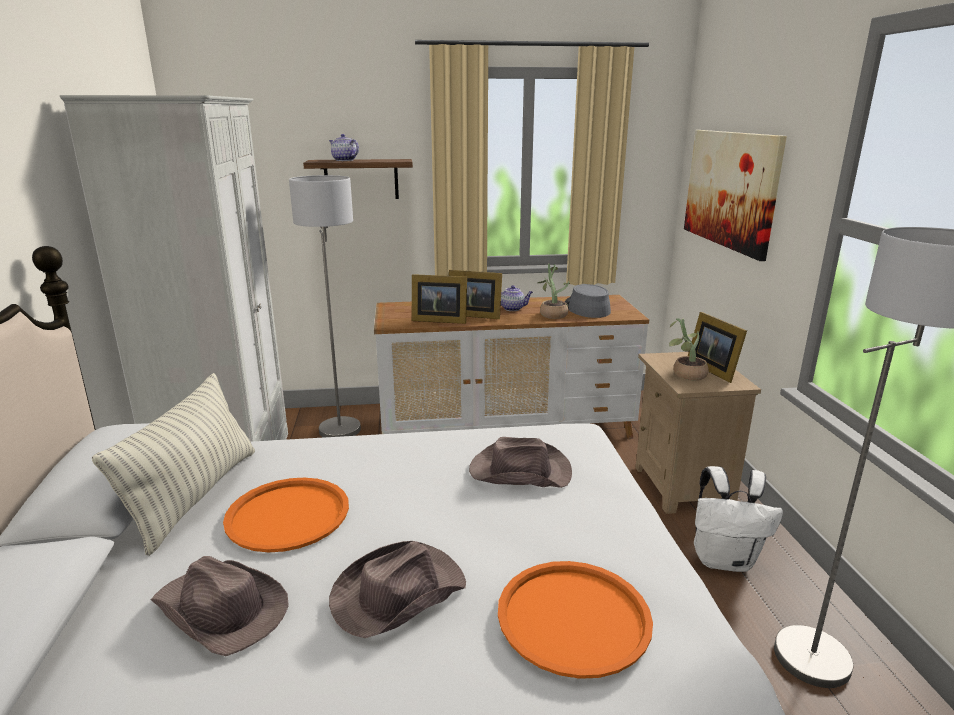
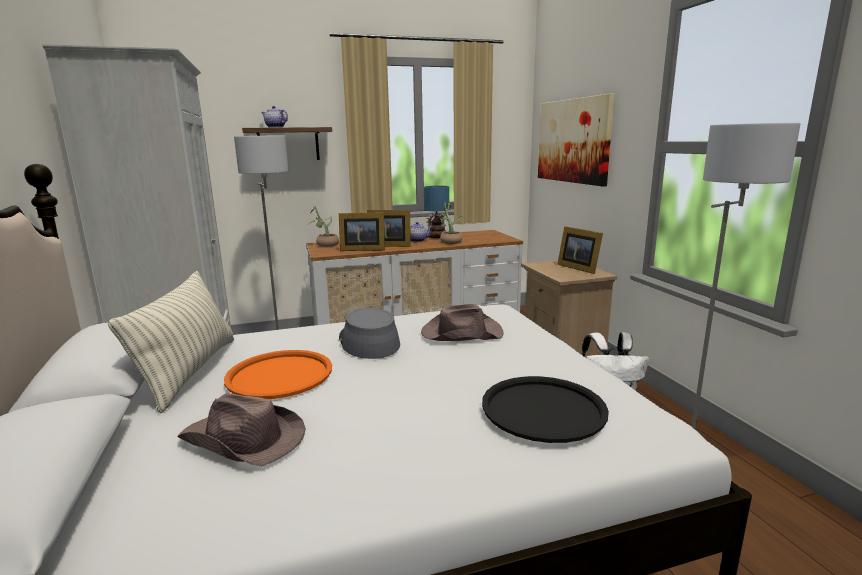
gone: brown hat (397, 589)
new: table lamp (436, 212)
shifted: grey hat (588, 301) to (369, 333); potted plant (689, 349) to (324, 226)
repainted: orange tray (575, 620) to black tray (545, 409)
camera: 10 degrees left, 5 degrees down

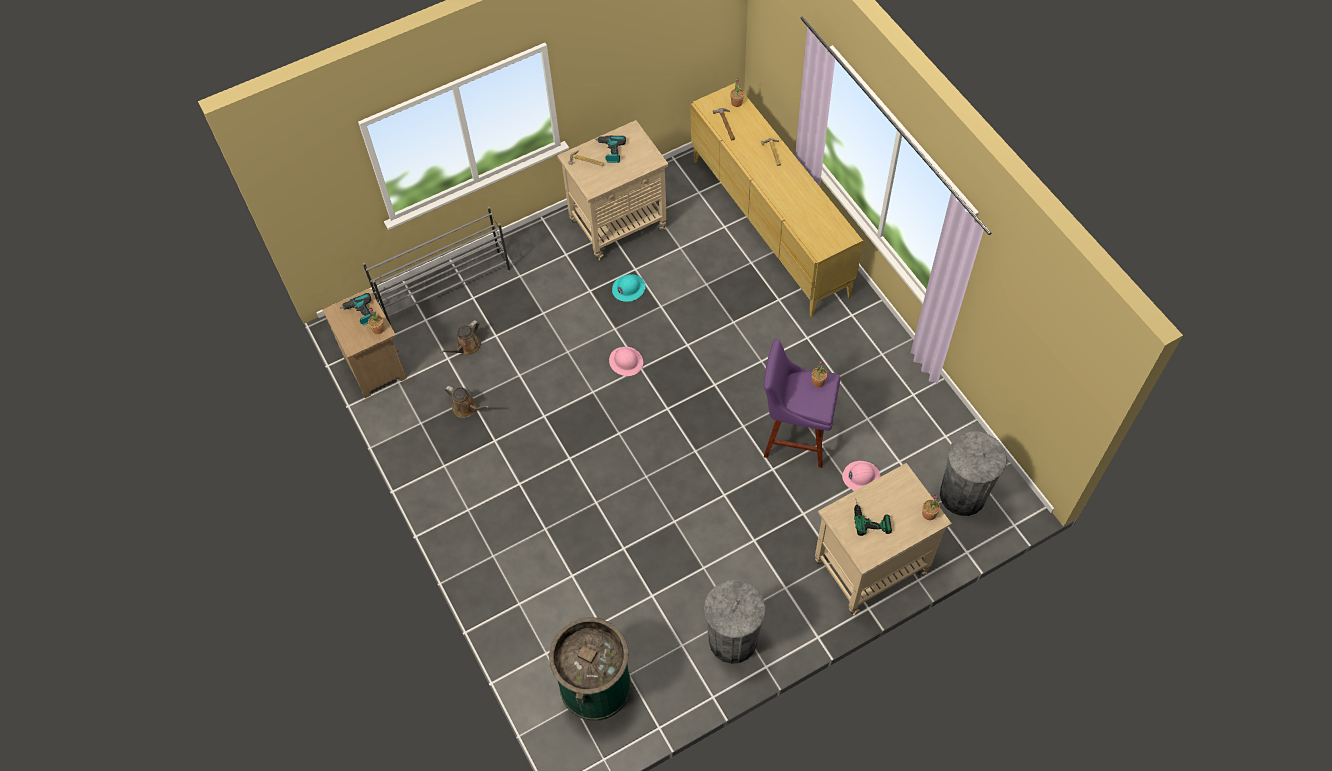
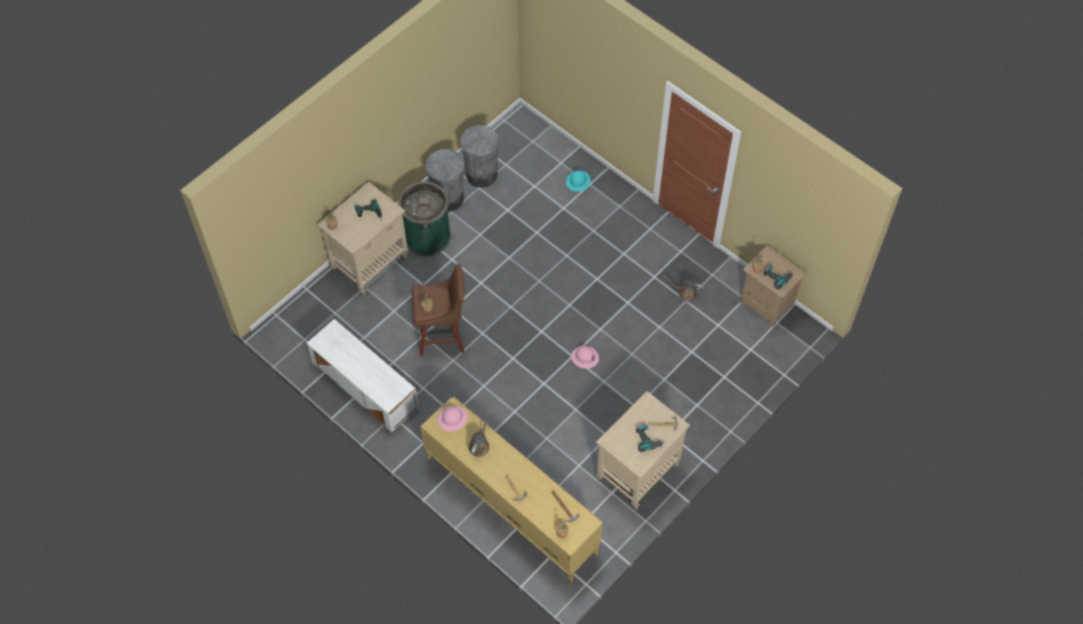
gone: grey shoe rack (437, 266)
new: white bench (363, 375)
shifted: brown watering can (460, 337) to (479, 433); green trash can (590, 669) to (424, 219); turquoise hard hat (629, 288) to (578, 181); pink hard hat (861, 476) to (453, 418); grey trash can (973, 474) to (479, 156)
repainted: purple stool (802, 403) to brown stool (438, 310)
camera: 160 degrees right, 0 degrees up

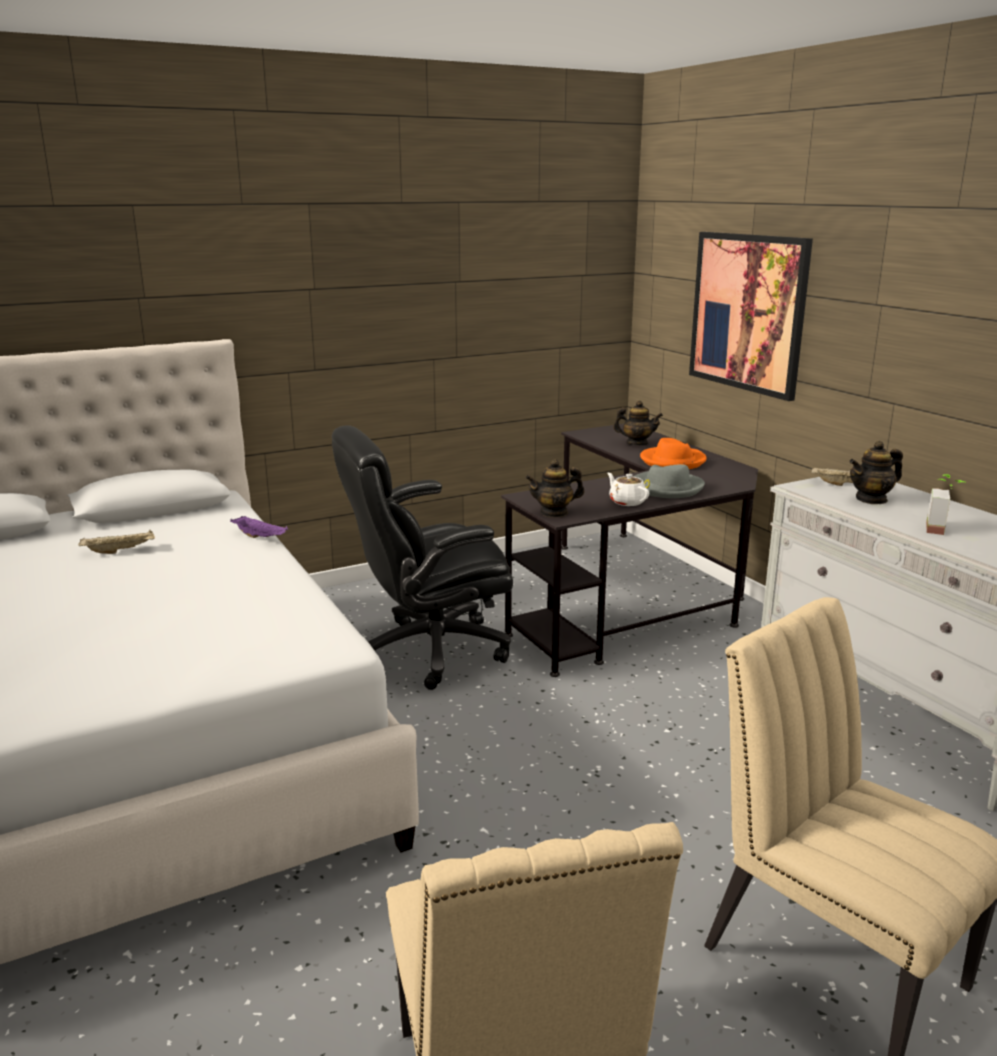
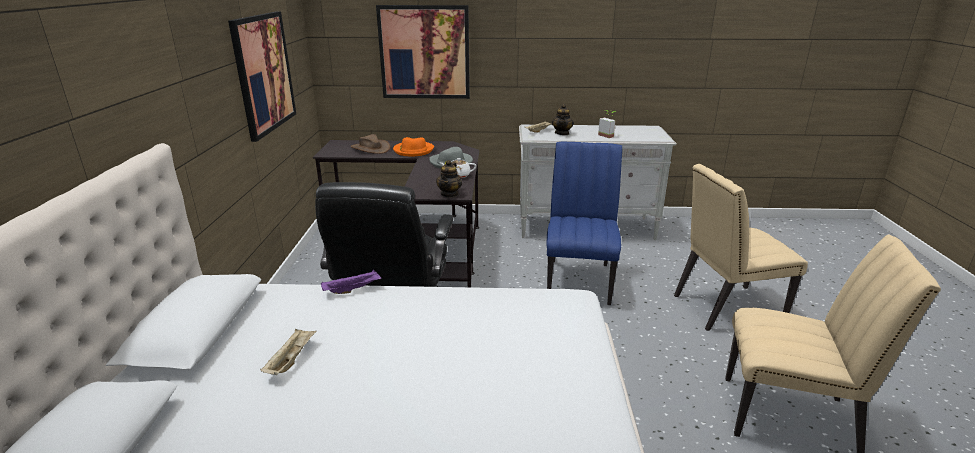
new: picture (262, 76); blue chair (584, 223)
swapped: teapot (638, 423) to brown hat (370, 144)
camera: 60 degrees left, 5 degrees up

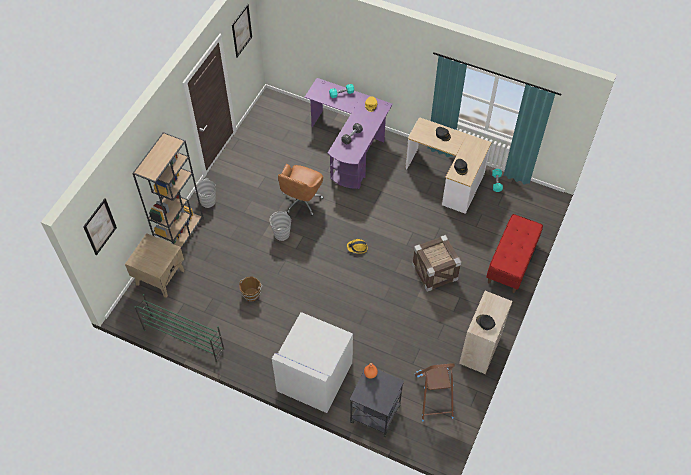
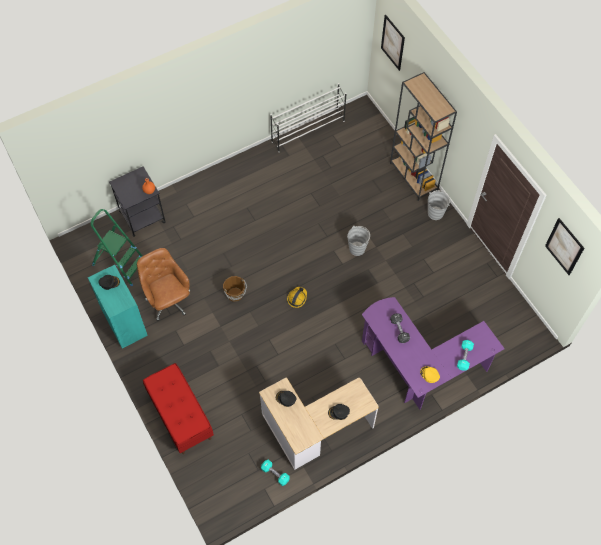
gone: beige nightstand (155, 265); white washing machine (312, 362); crate (437, 263)
shifted: brown bucket (251, 289) to (235, 289); brown office chair (300, 190) to (163, 284)
repainted: green shoe rack (180, 328) to white shoe rack (308, 117); brown step ladder (434, 392) to green step ladder (116, 247); beige cabinet (485, 332) to turquoise cabinet (118, 306)
camera: 125 degrees right, 5 degrees up

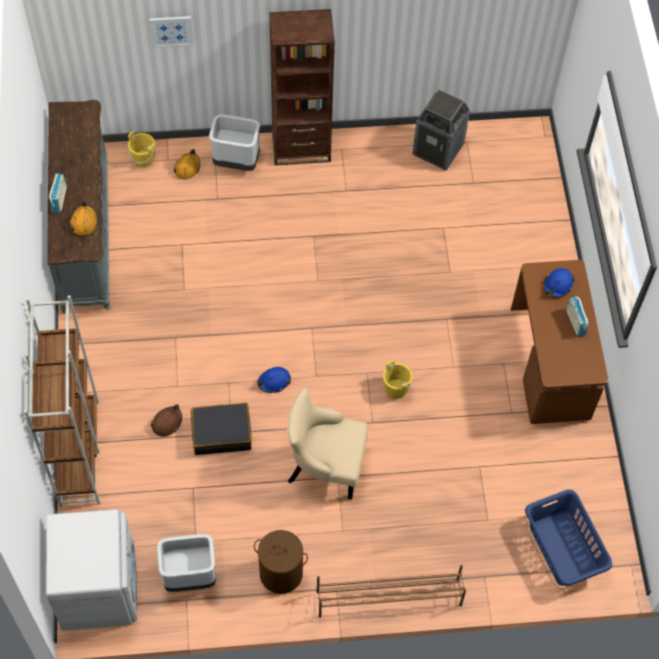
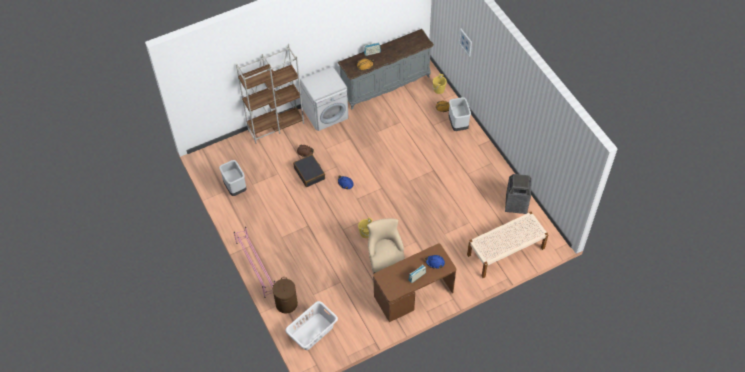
gone: brown bookcase (302, 87)
new: beige bench (508, 244)
shifted: white washing machine (91, 570) to (324, 98); brown laundry basket (281, 562) to (285, 295); beige chair (327, 443) to (386, 249)
repainted: brown shoe rack (391, 591) to pink shoe rack (254, 262); blue laundry basket (568, 537) to white laundry basket (311, 325)
camera: 70 degrees right, 5 degrees down

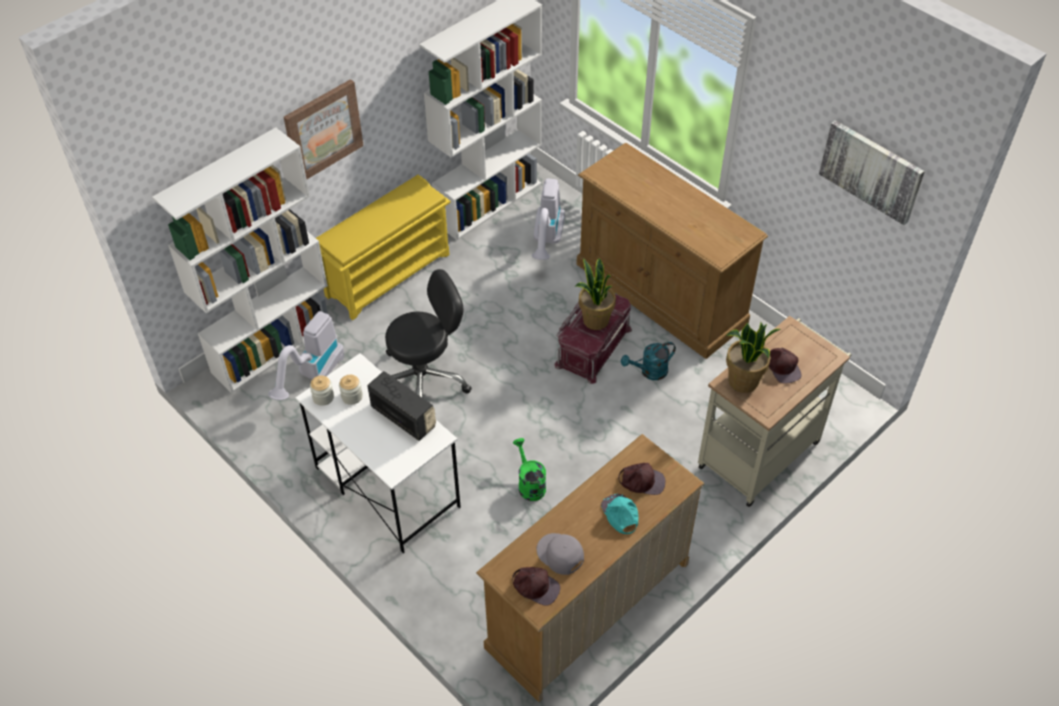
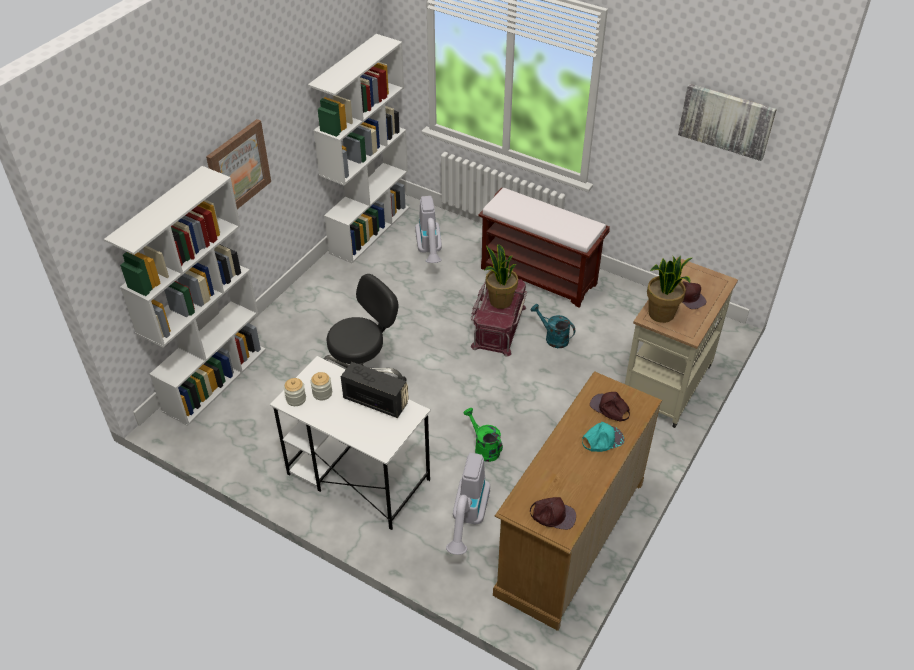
gone: yellow shoe rack (383, 247); grey cap (560, 554)
shifted: vacuum cleaner (306, 355) to (468, 504)
swapped: brown cabinet (672, 251) to brown bench (544, 247)
rotated: turquoise cap (620, 514) = (603, 437) 105 degrees clockwise; brown cap (641, 479) = (610, 406) 135 degrees counterclockwise; turquoise watering can (648, 361) = (553, 326) 75 degrees clockwise
camera: 15 degrees left, 5 degrees down

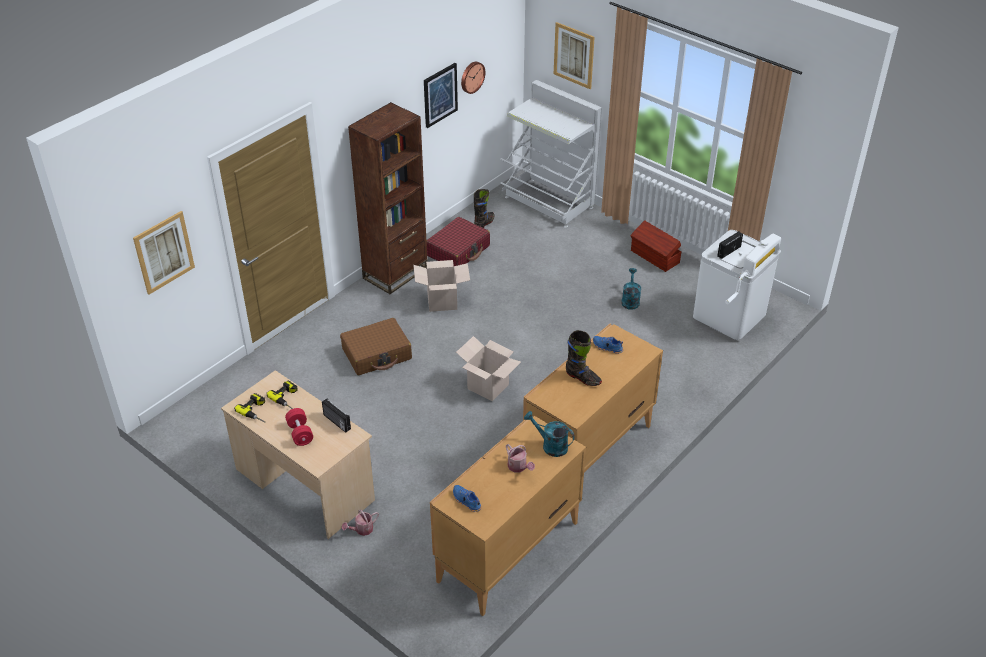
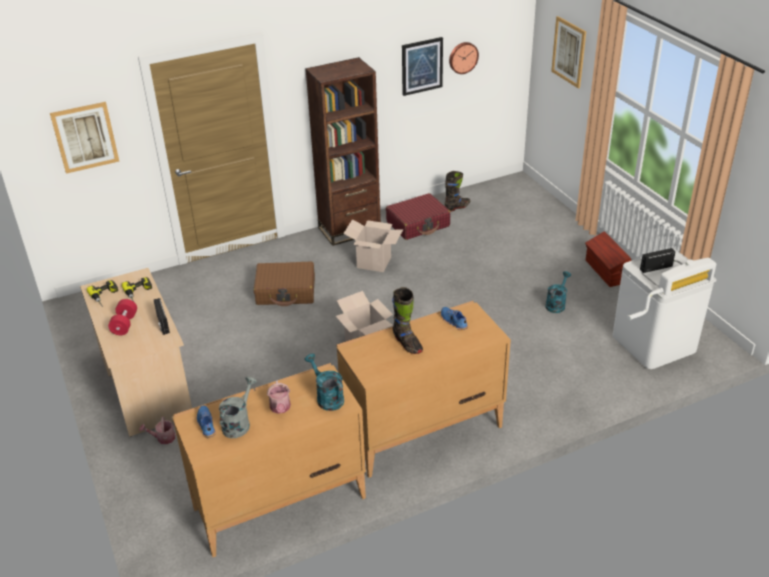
gone: white shoe rack (551, 154)
new: grey watering can (238, 407)
camera: 25 degrees right, 5 degrees down

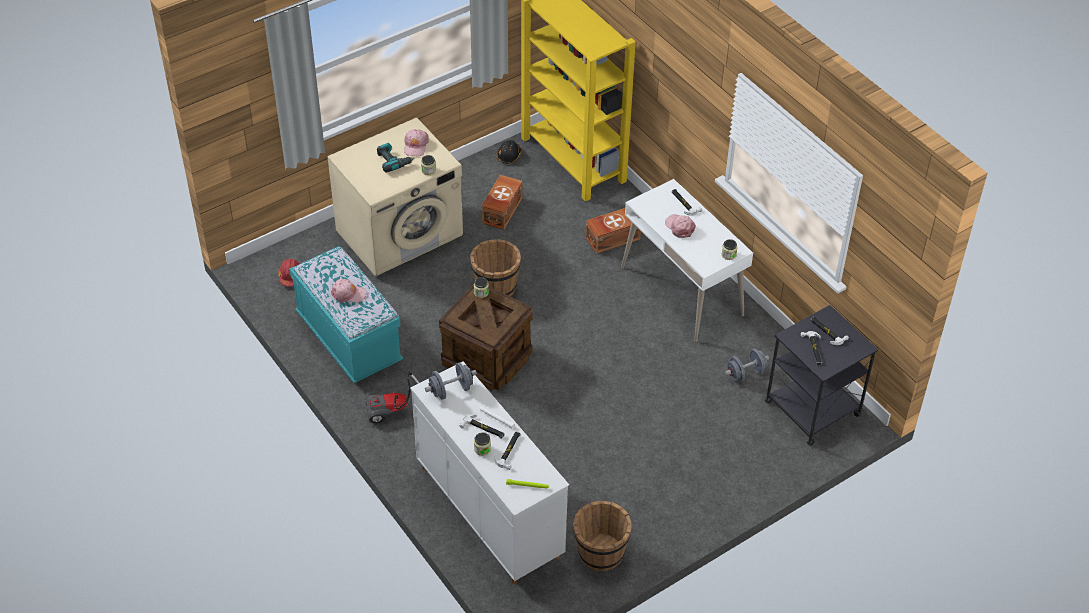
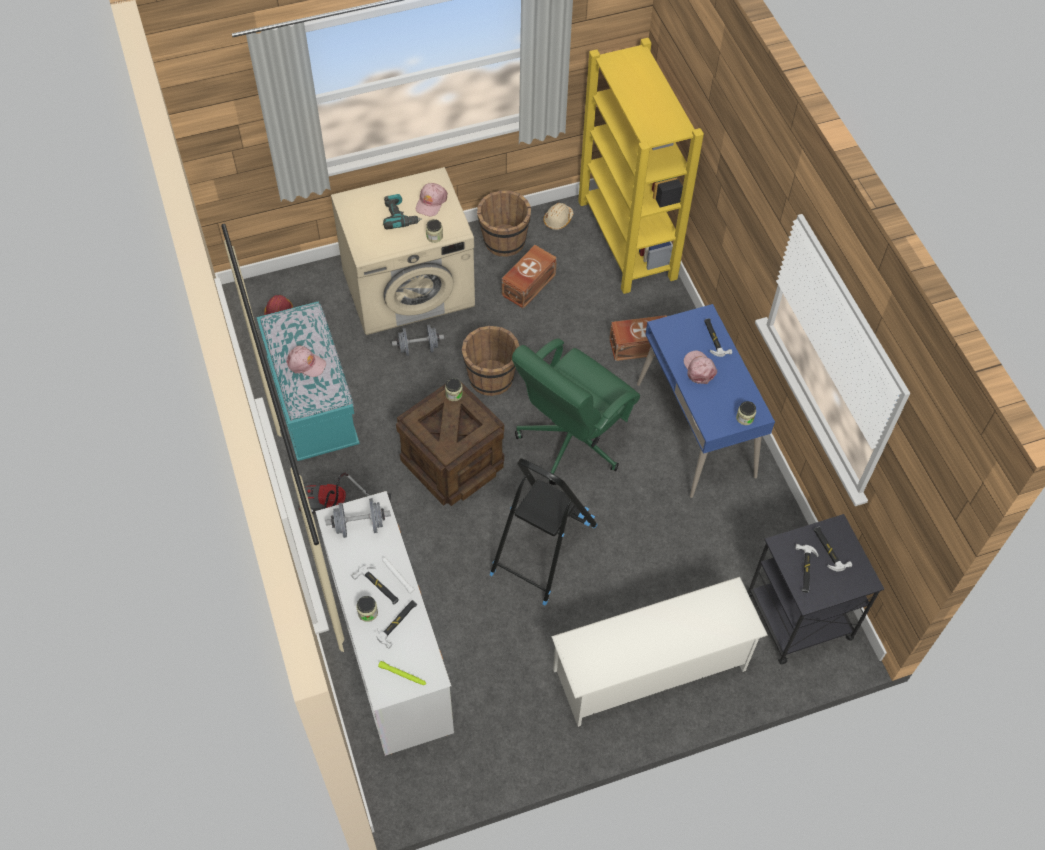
new: black step ladder (543, 532); green office chair (576, 411); white shoe rack (659, 652)
shifted: brown bucket (602, 536) to (504, 223); grey dumbbell (747, 365) to (418, 340)
repainted: black hard hat (509, 152) to beige hard hat (559, 216); white desk (687, 260) to blue desk (706, 401)
camera: 15 degrees right, 10 degrees up

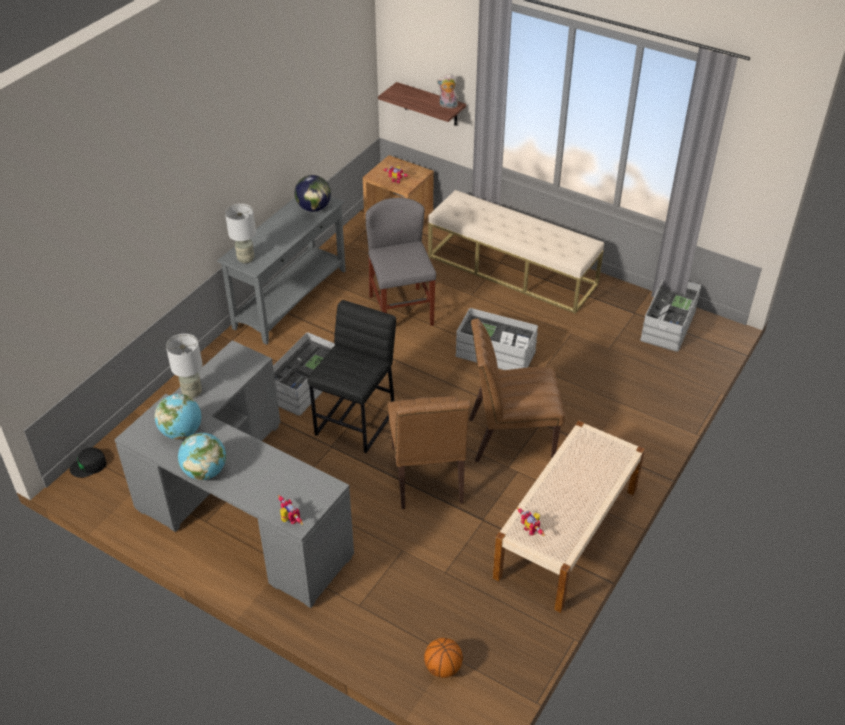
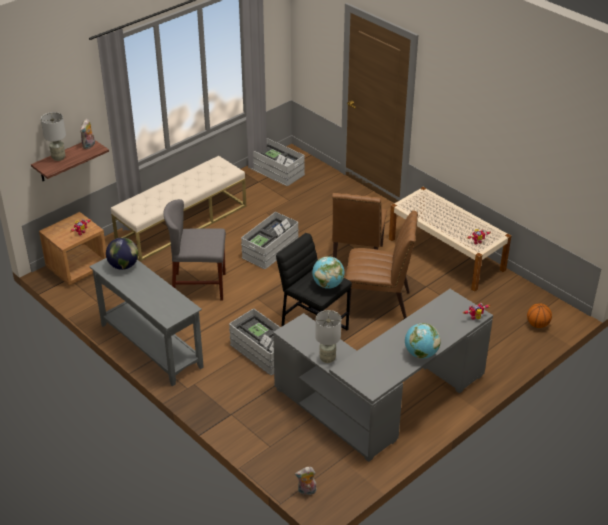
shifted: globe (177, 417) to (328, 272); grey table lamp (240, 233) to (53, 136)
swapped: black cap (88, 462) to plush toy (306, 481)
camera: 75 degrees left, 5 degrees down

